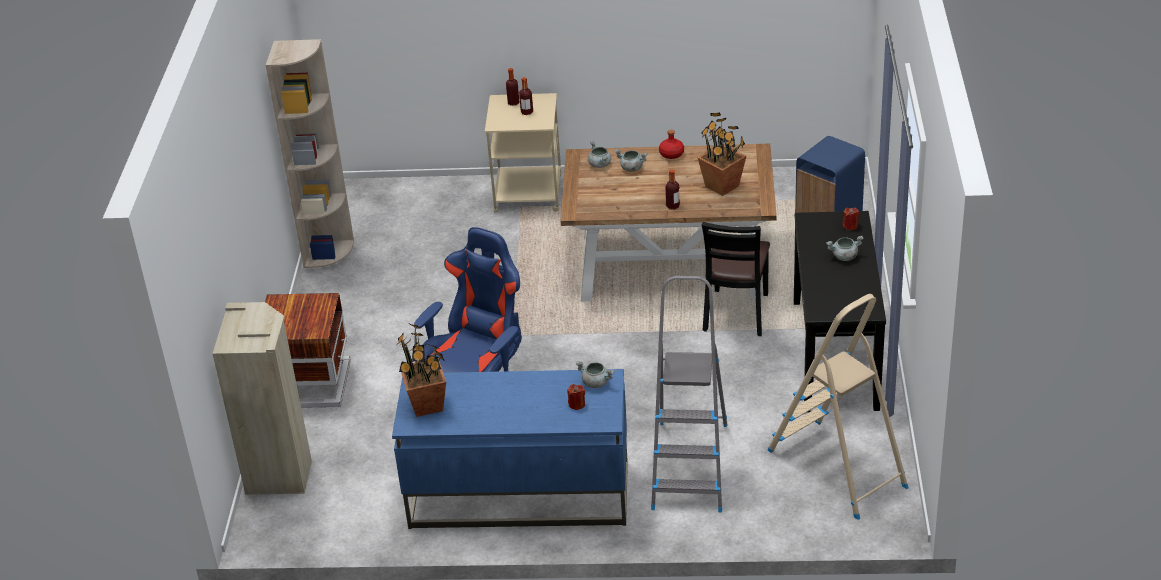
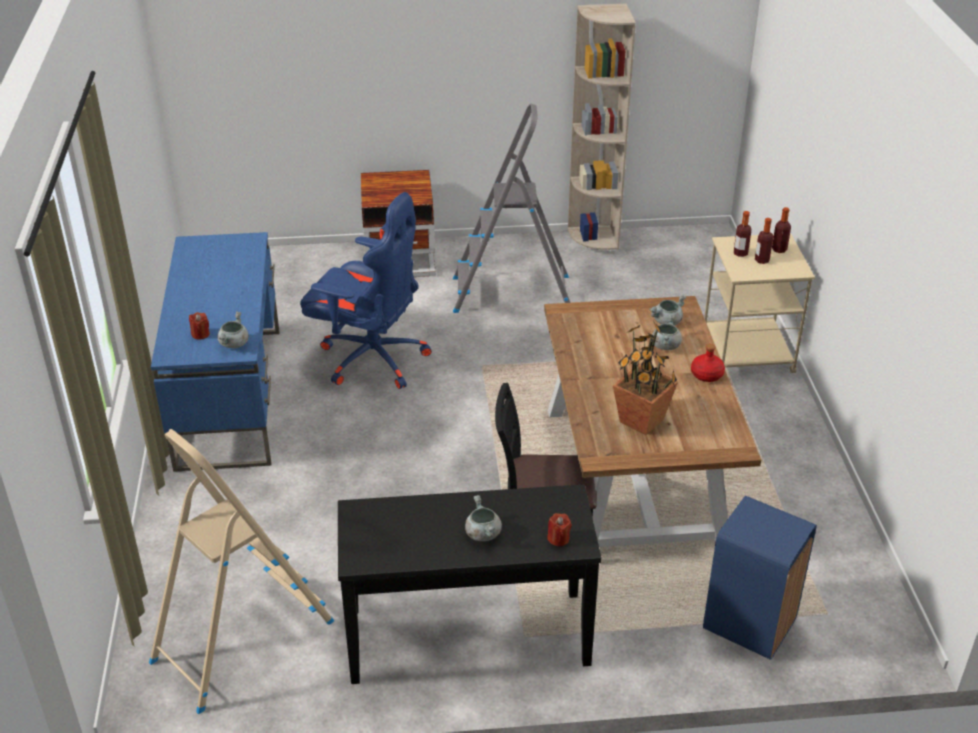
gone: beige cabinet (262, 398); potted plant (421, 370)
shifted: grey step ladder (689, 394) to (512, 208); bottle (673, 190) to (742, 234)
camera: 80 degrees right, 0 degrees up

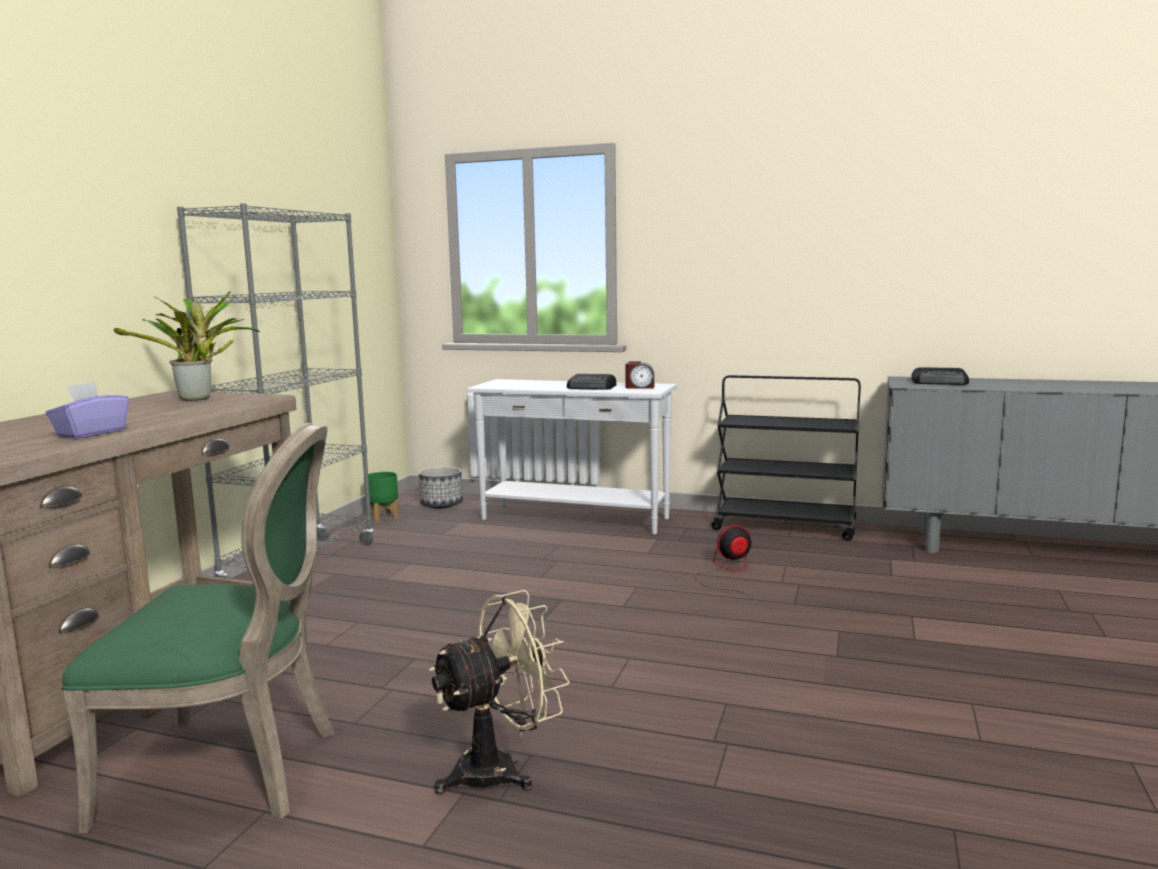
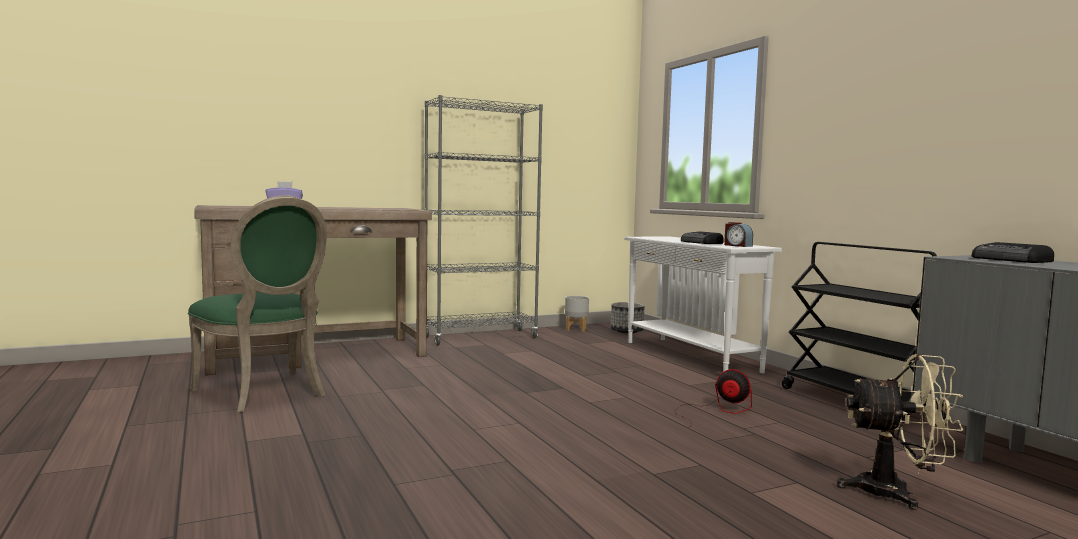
gone: potted plant (187, 346)
shifted: beige fan (499, 692) to (900, 432)
repainted: green planter (381, 497) to grey planter (577, 314)
camera: 45 degrees right, 5 degrees down

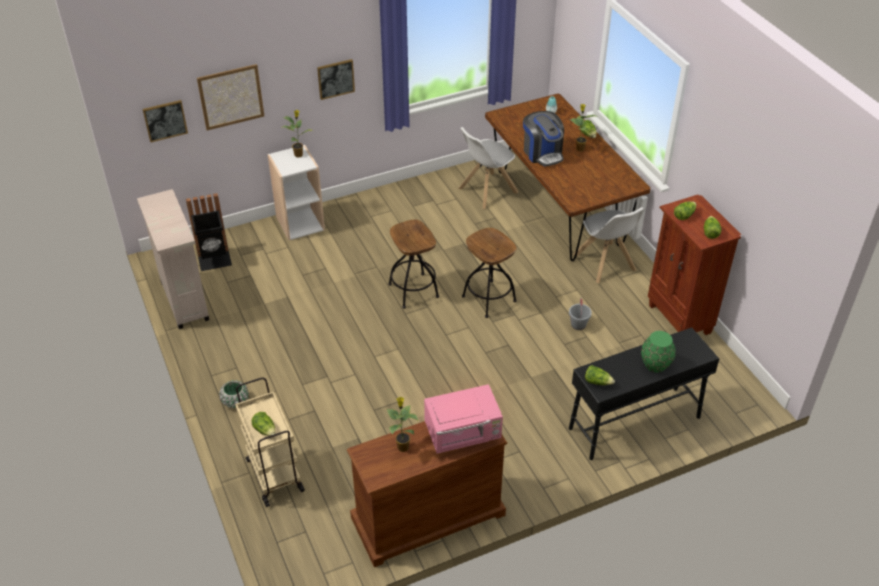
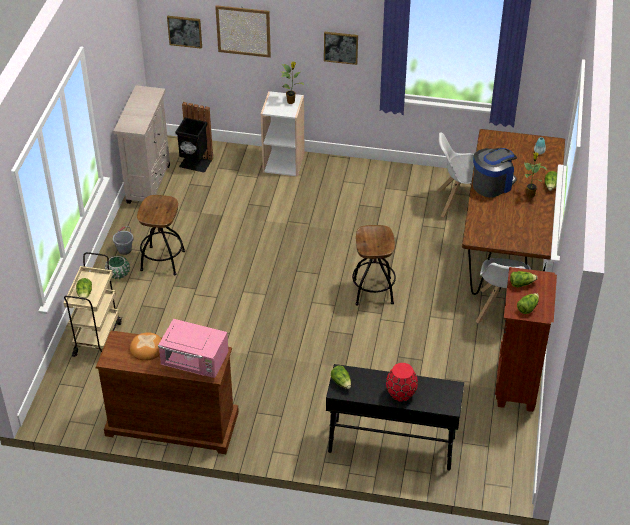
shifted: brown stool (413, 264) to (161, 235); grey bucket (580, 314) to (123, 240)
swapped: potted plant (403, 424) to bread (145, 346)
repainted: green vase (658, 352) to red vase (402, 382)
rotated: coffee machine (543, 139) = (495, 173) 135 degrees counterclockwise
camera: 35 degrees right, 0 degrees up

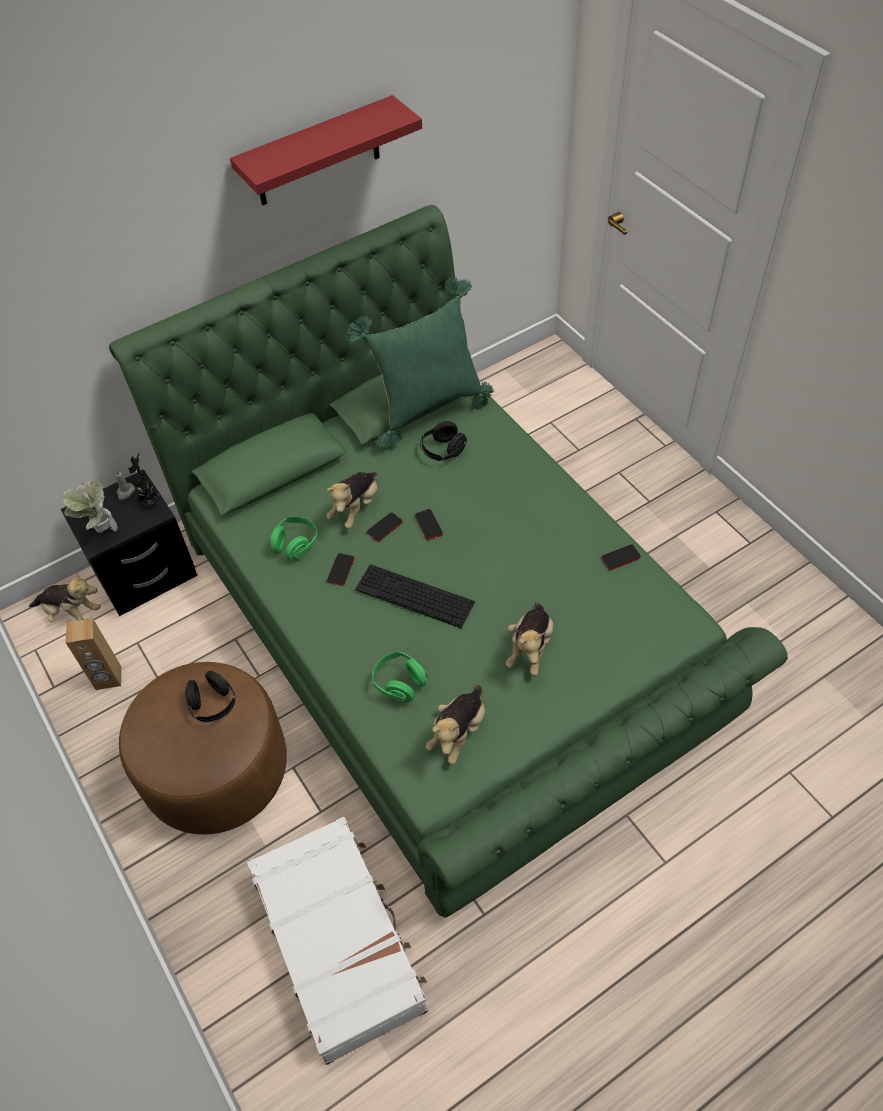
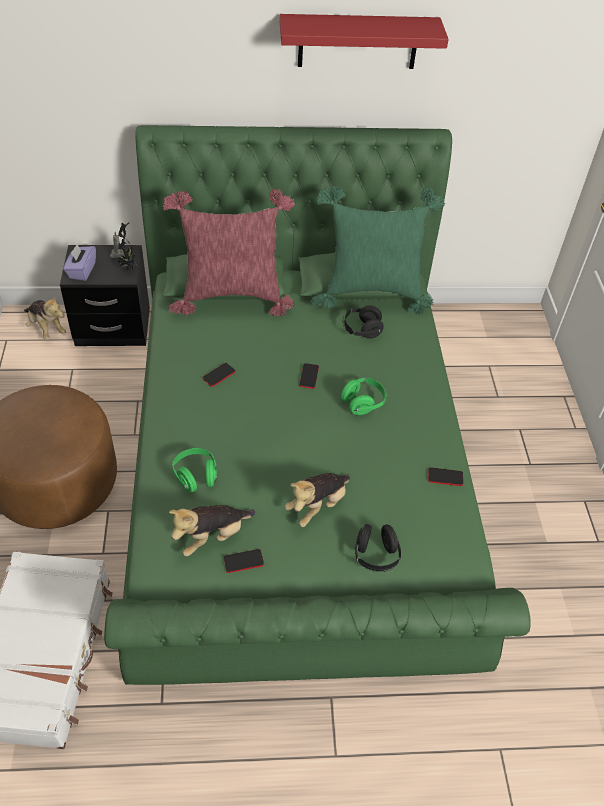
gone: brown speaker (93, 654); plush toy (352, 500); keyboard (415, 596)
new: red pillow (229, 253)
shifted: black headphones (210, 696) to (378, 548); green headphones (294, 539) to (363, 396); phone (385, 527) to (243, 561)
swapped: potted plant (90, 507) to purple tissue box (79, 262)
camera: 25 degrees right, 5 degrees down

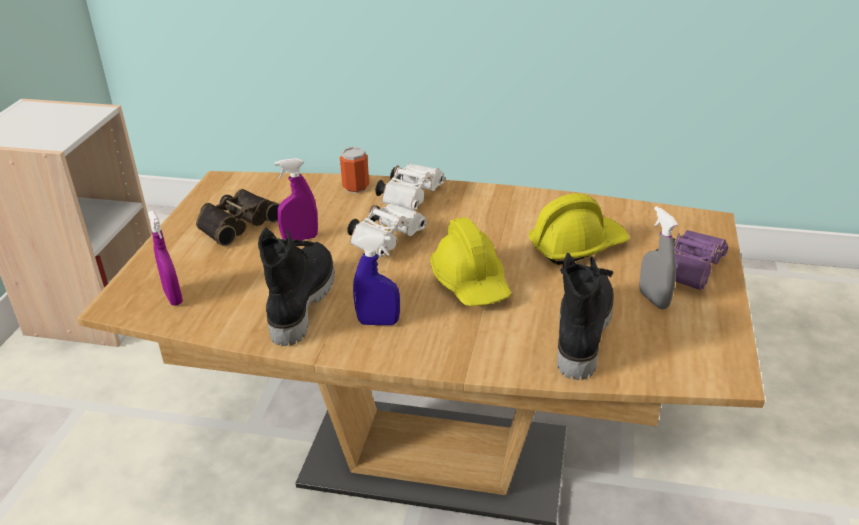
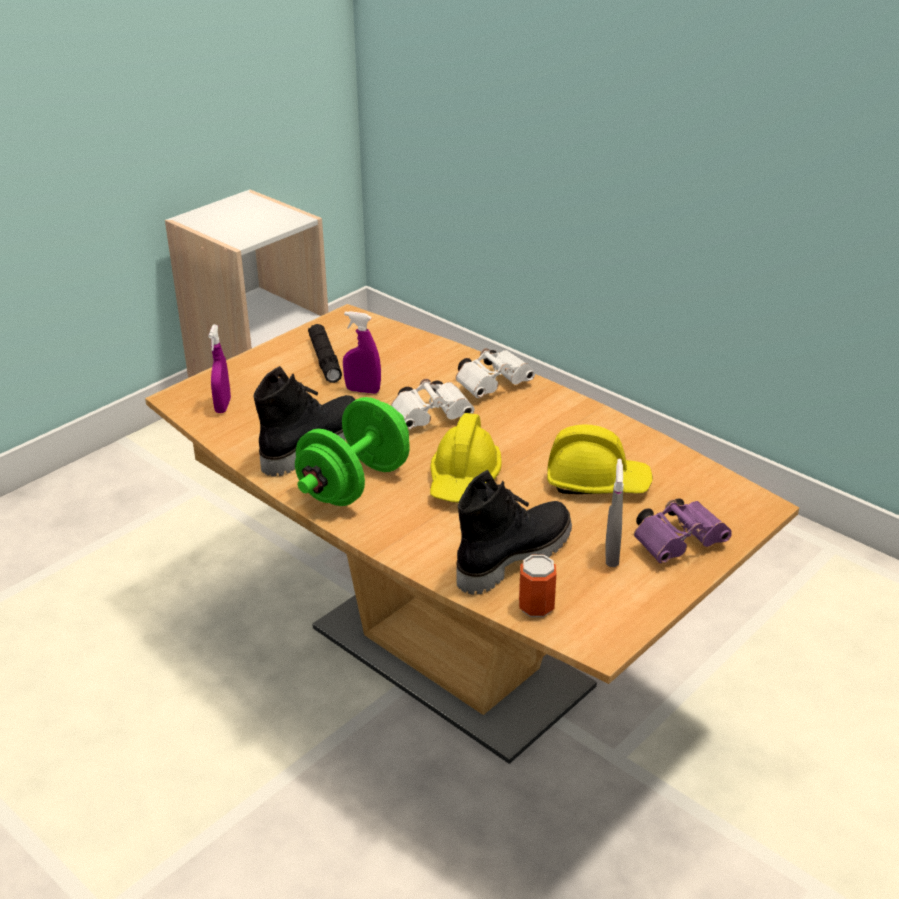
shifted: can (354, 170) to (537, 586)
swapped: binoculars (238, 217) to black flashlight (325, 353); blue spray bottle (376, 280) to green dumbbell (352, 451)
camera: 30 degrees right, 0 degrees up

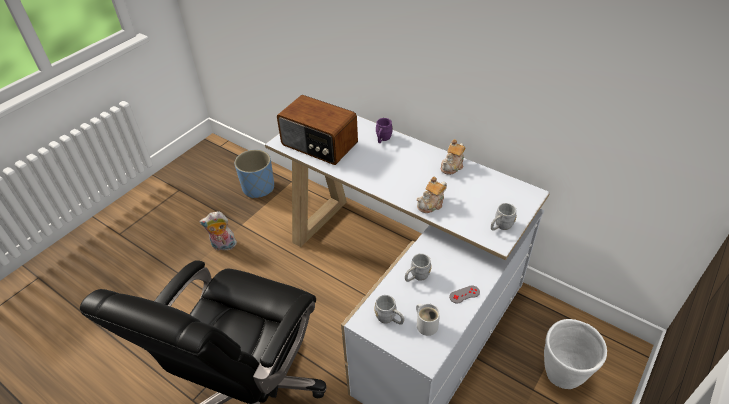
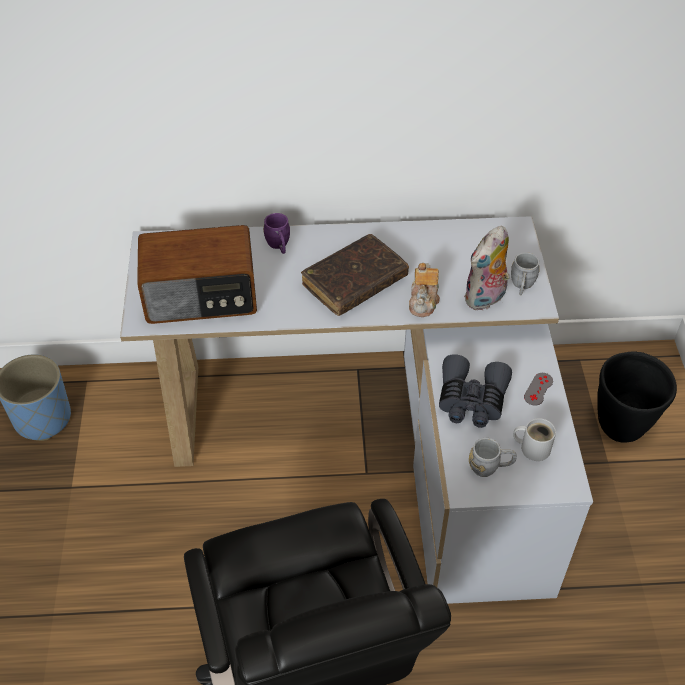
gone: teapot (453, 157)
new: brown book (355, 275)
shifted: plush toy (218, 231) to (487, 268)
swapped: grey mug (418, 267) to grey binoculars (475, 391)
repainted: white planter (575, 354) to black planter (637, 396)
camera: 40 degrees left, 5 degrees up

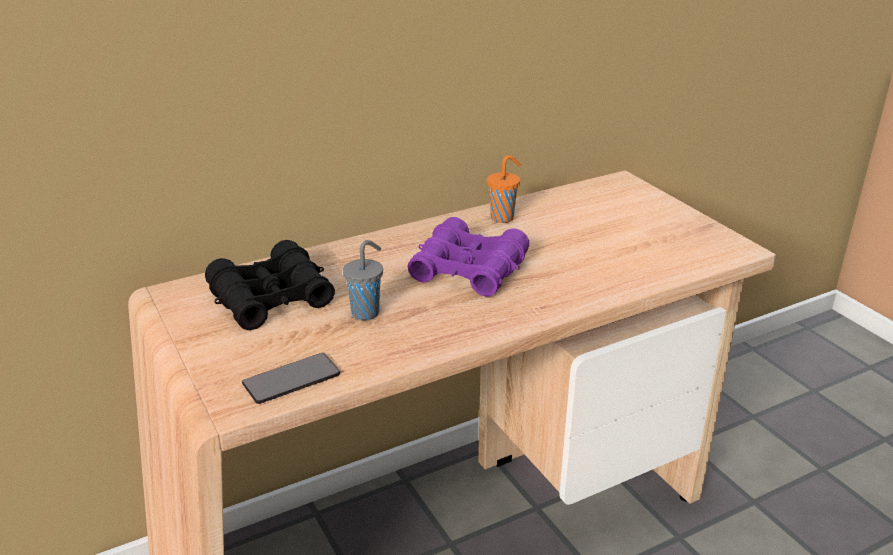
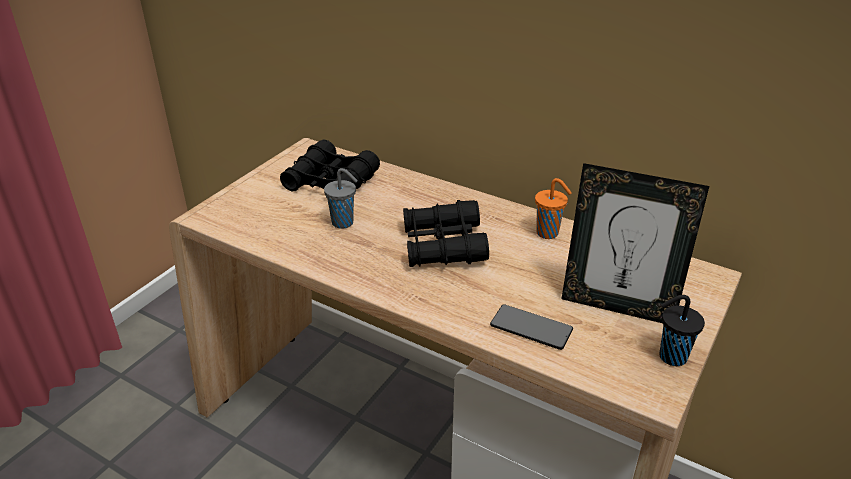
new: picture frame (635, 243); black cup (682, 330)
shifted: phone (291, 378) to (531, 327)
repainted: purple binoculars (468, 257) to black binoculars (446, 233)
camera: 60 degrees right, 5 degrees up

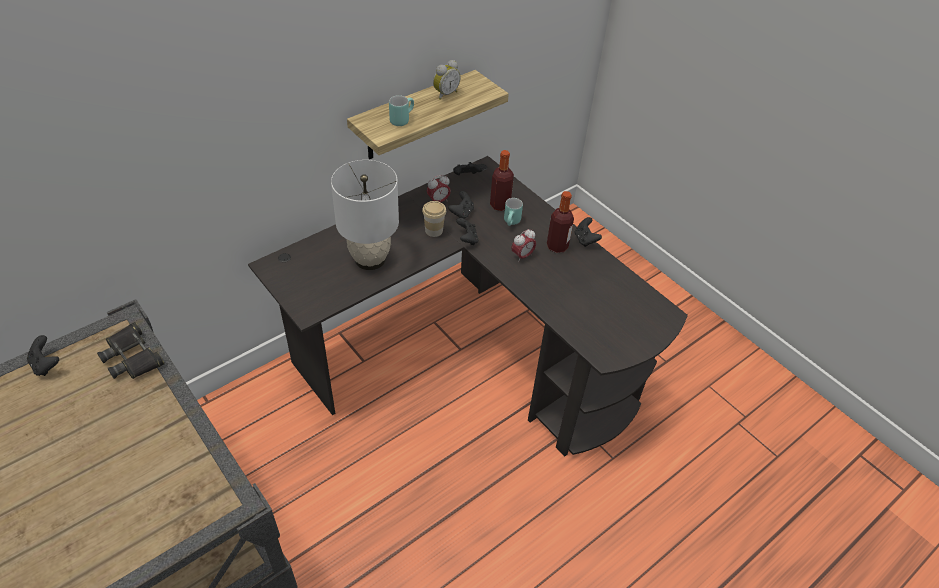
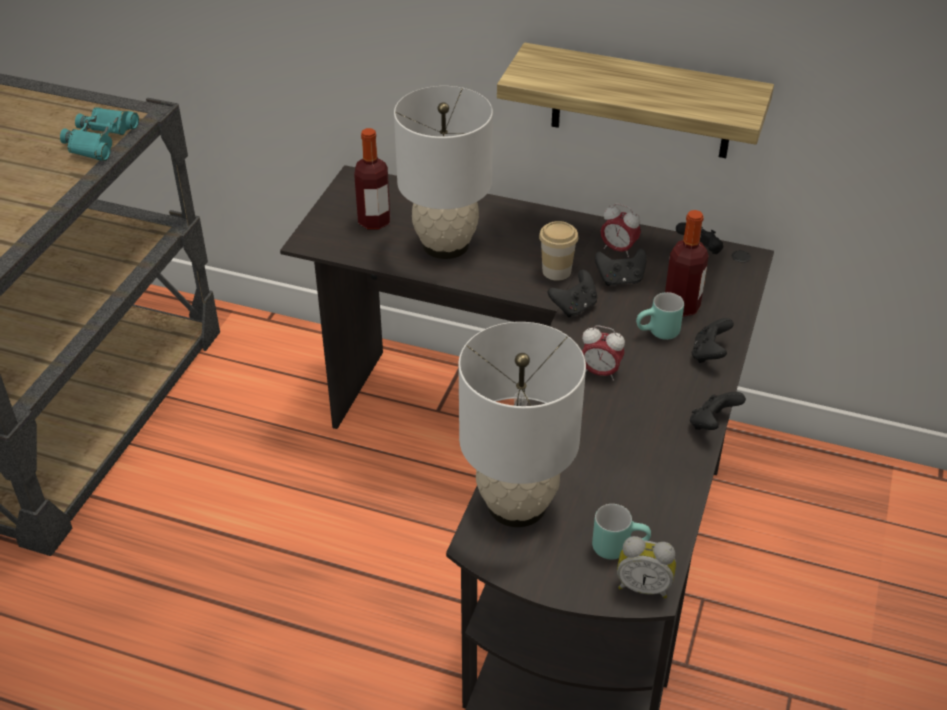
new: white table lamp (522, 424)
shifted: black game controller (43, 355) to (713, 340); turquoise mug (401, 110) to (621, 532); alarm clock (447, 80) to (646, 567); bottle (560, 222) to (372, 178)
repainted: black binoculars (131, 350) to turquoise binoculars (99, 134)
camera: 60 degrees right, 5 degrees down

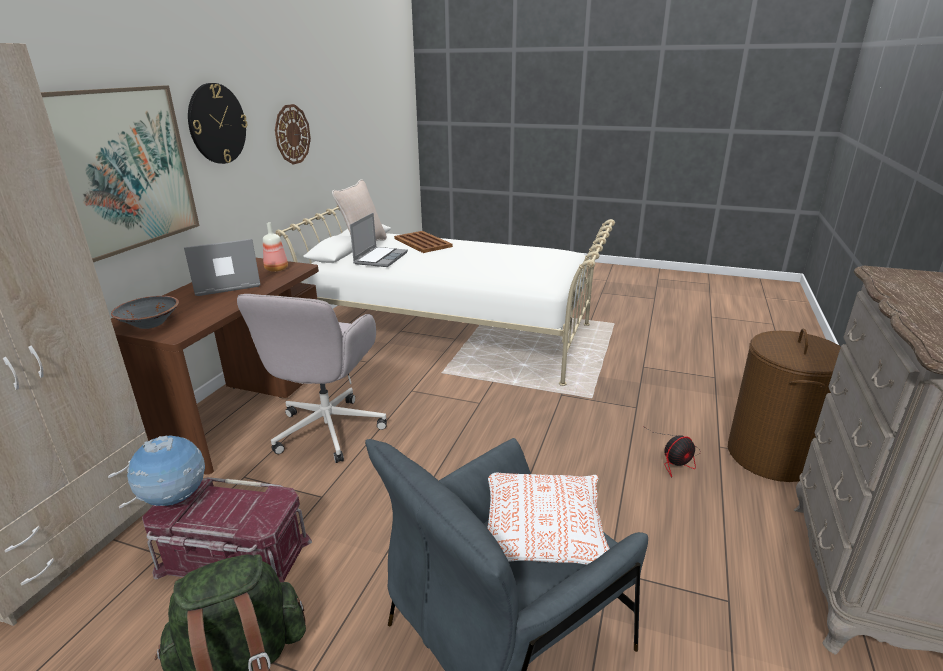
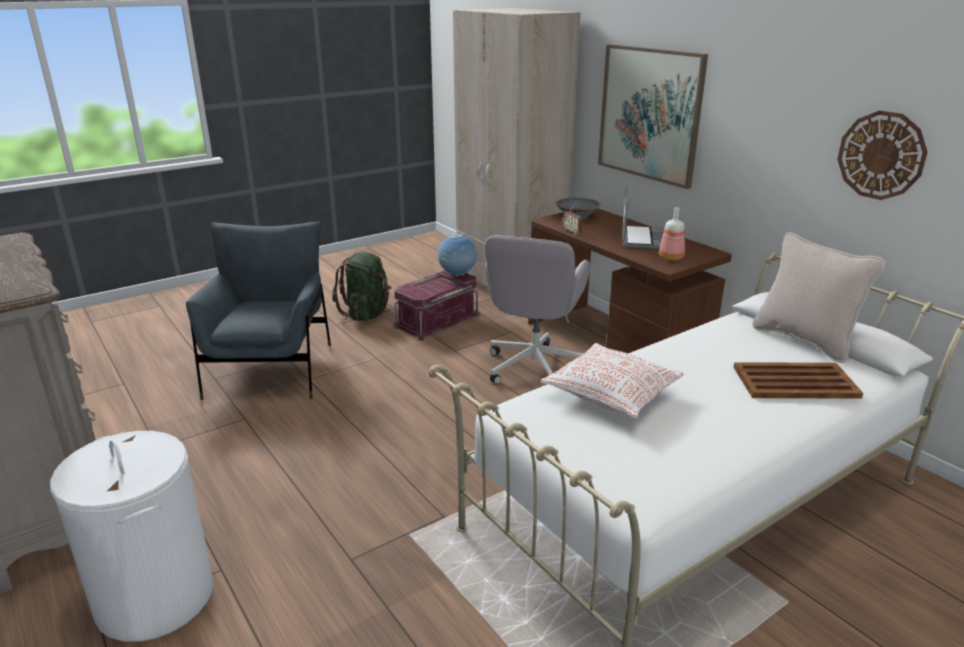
gone: wall clock (217, 123); laptop (379, 240); fan (673, 452)
new: radio (573, 218)
shifted: white pillow (548, 518) to (612, 381)
repainted: brown laundry basket (784, 405) to white laundry basket (132, 536)
rotated: grey office chair (312, 378) = (537, 309) 120 degrees counterclockwise
camera: 125 degrees right, 0 degrees up

